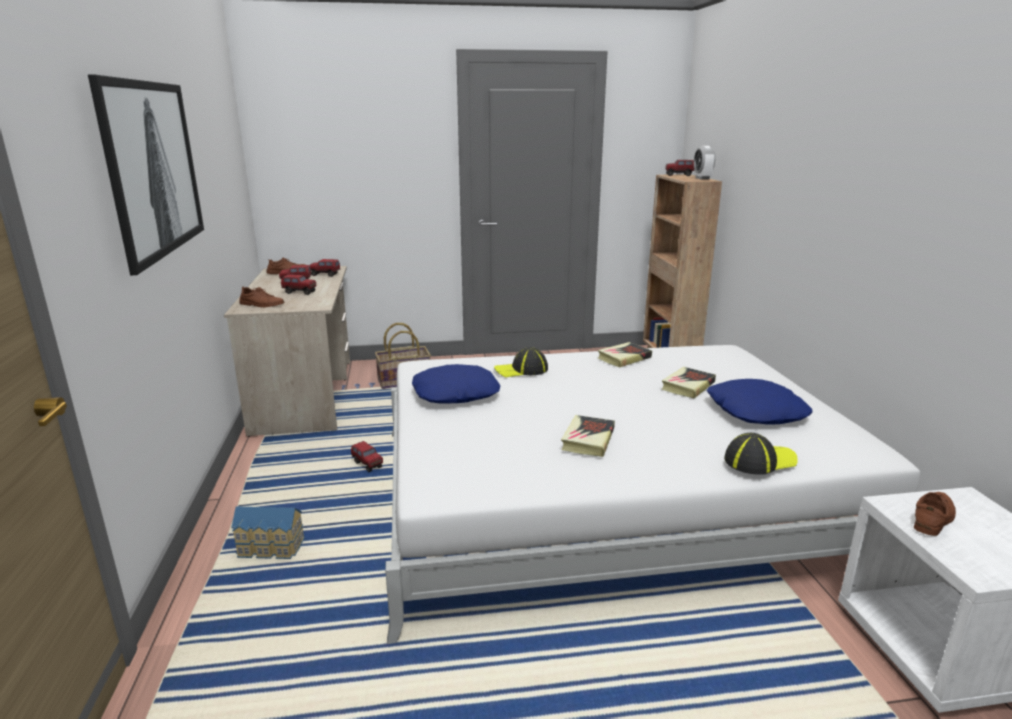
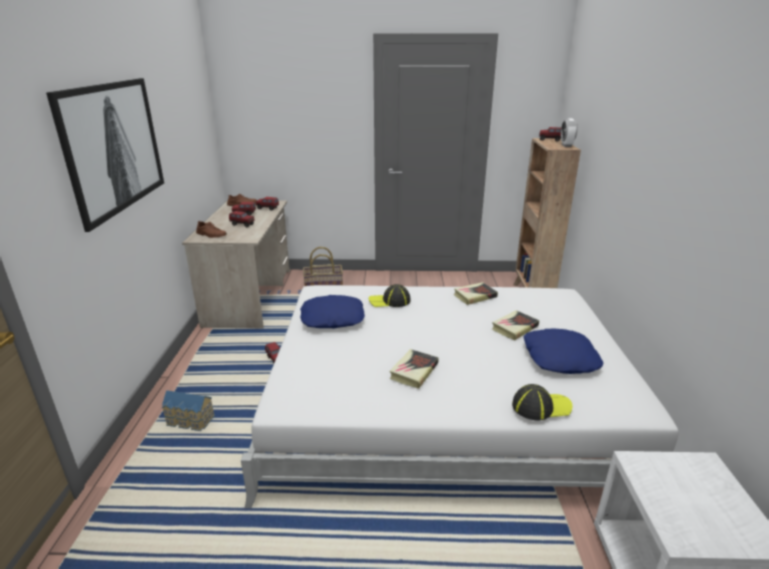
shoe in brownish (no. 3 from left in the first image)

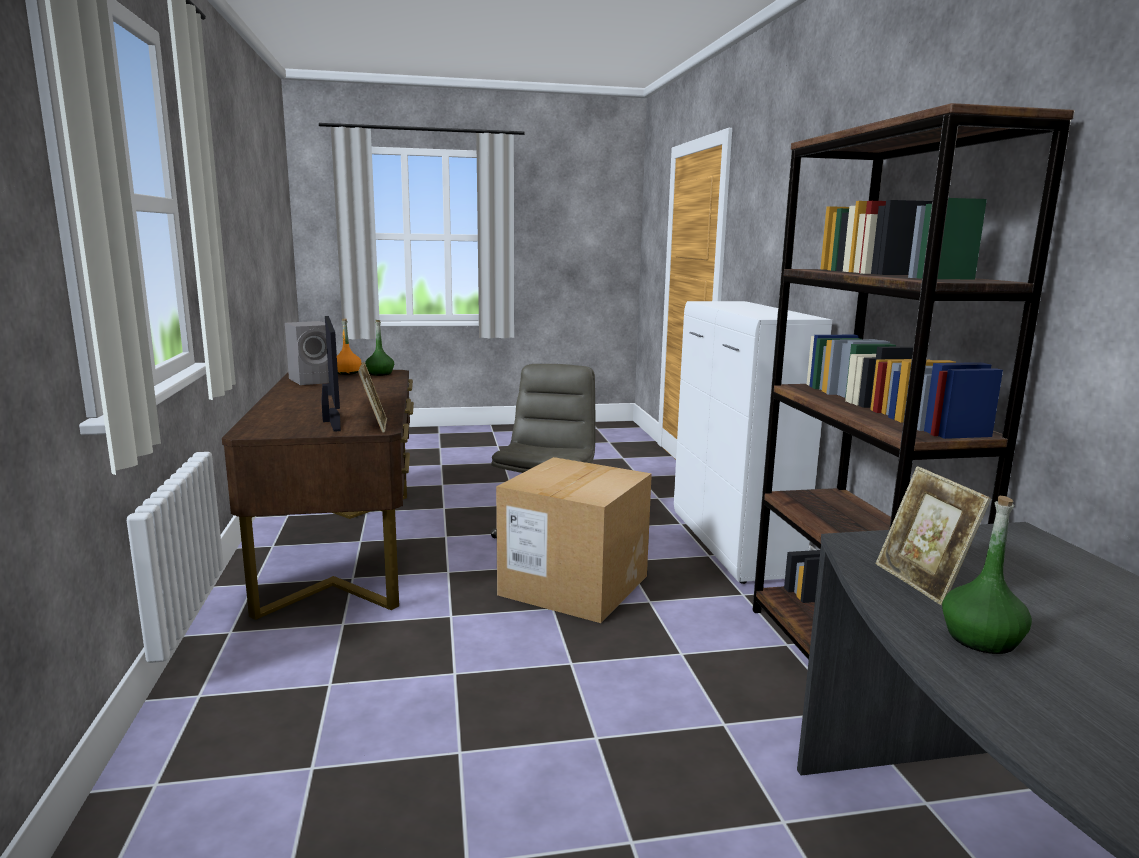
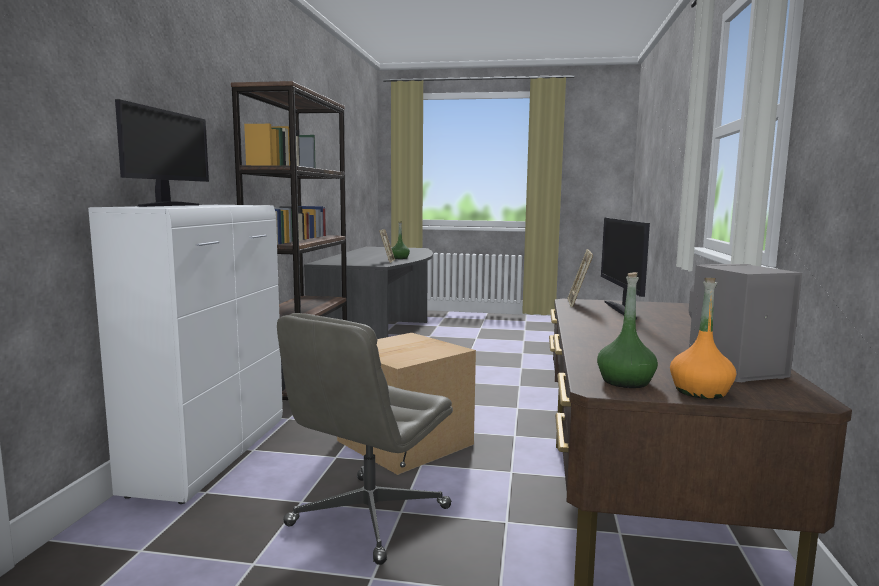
computer display (no. 1 from left)

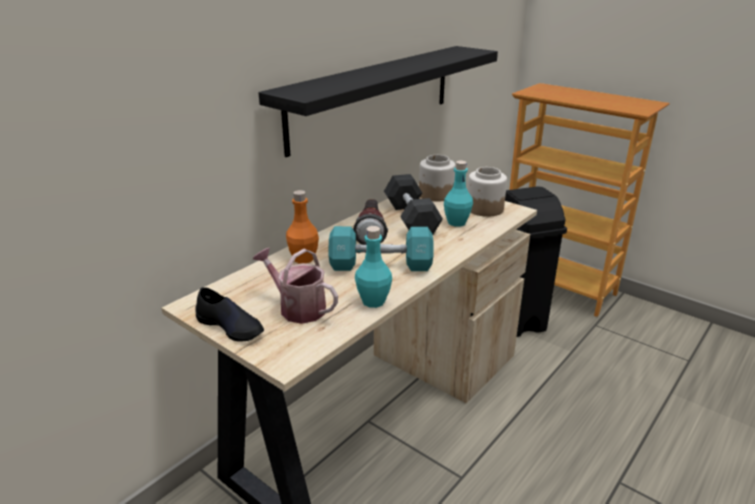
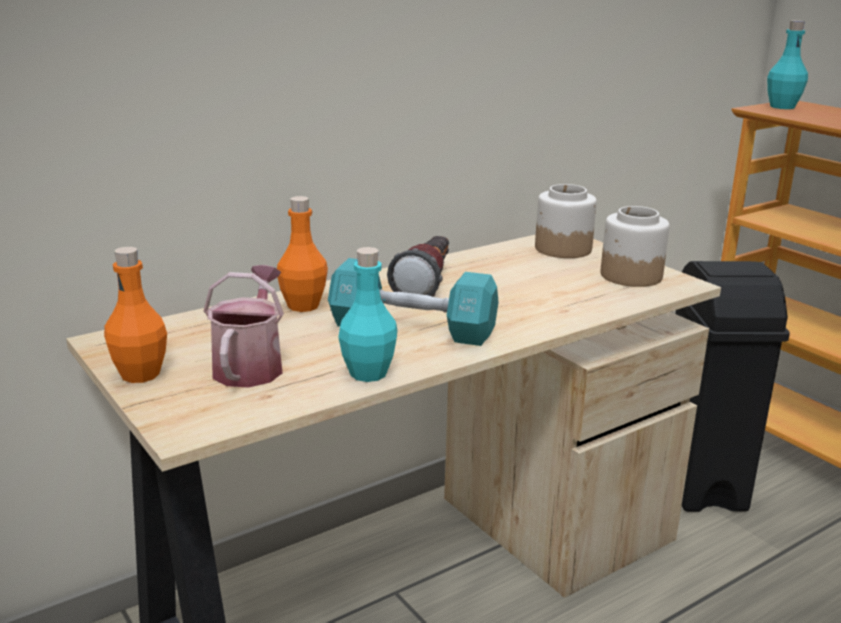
bottle in orangey (no. 1 from left)
sprinkling can
bottle in turquoise-coloured (no. 2 from left)
shelf in blackish
dumbbell in blackish

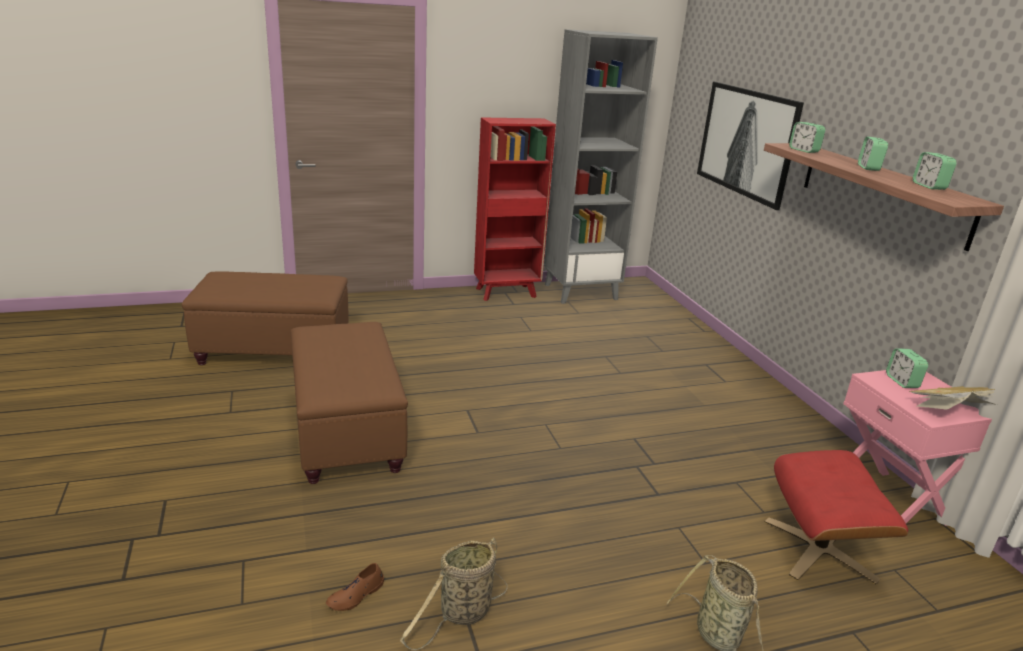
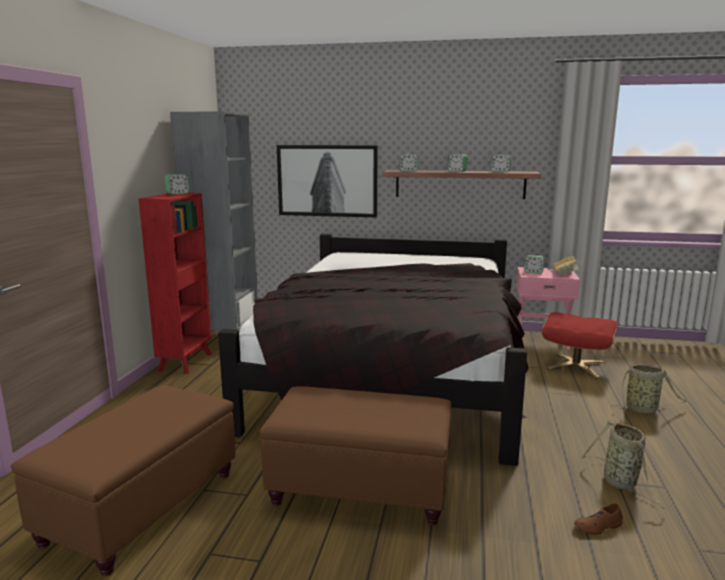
bedside clock (no. 1 from left)
bed in blackish
shoe in brownish

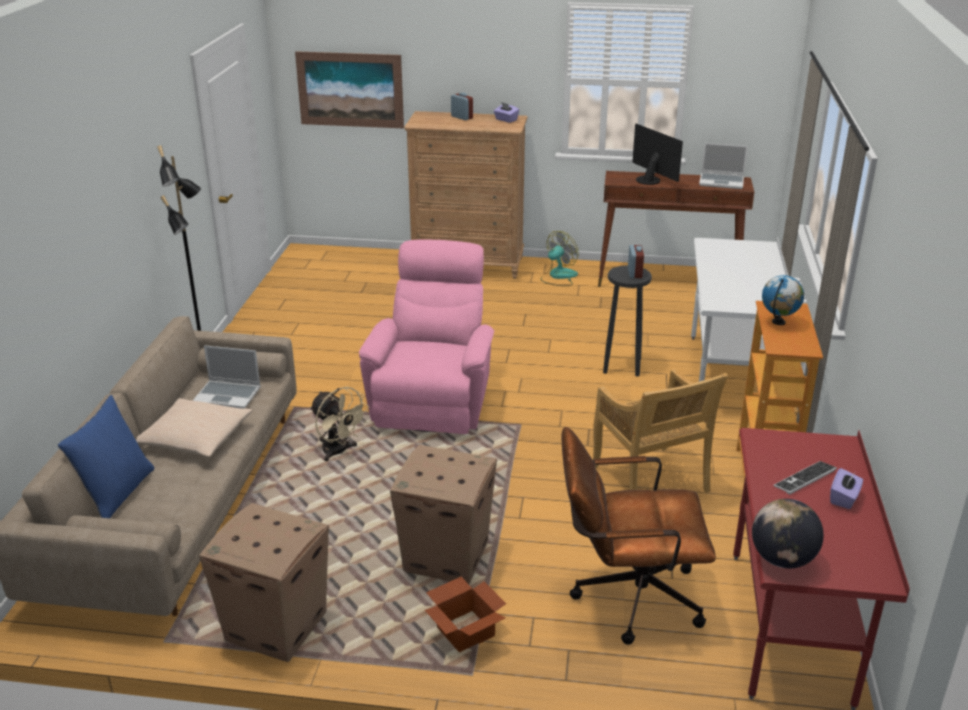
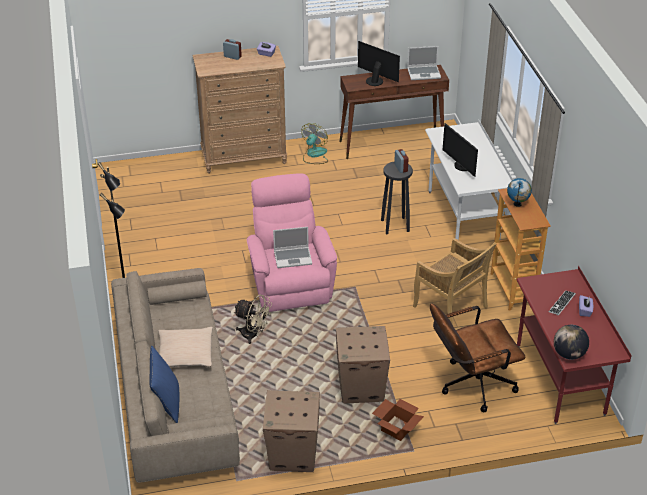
laptop (no. 1 from left)
computer display (no. 2 from left)
wall picture

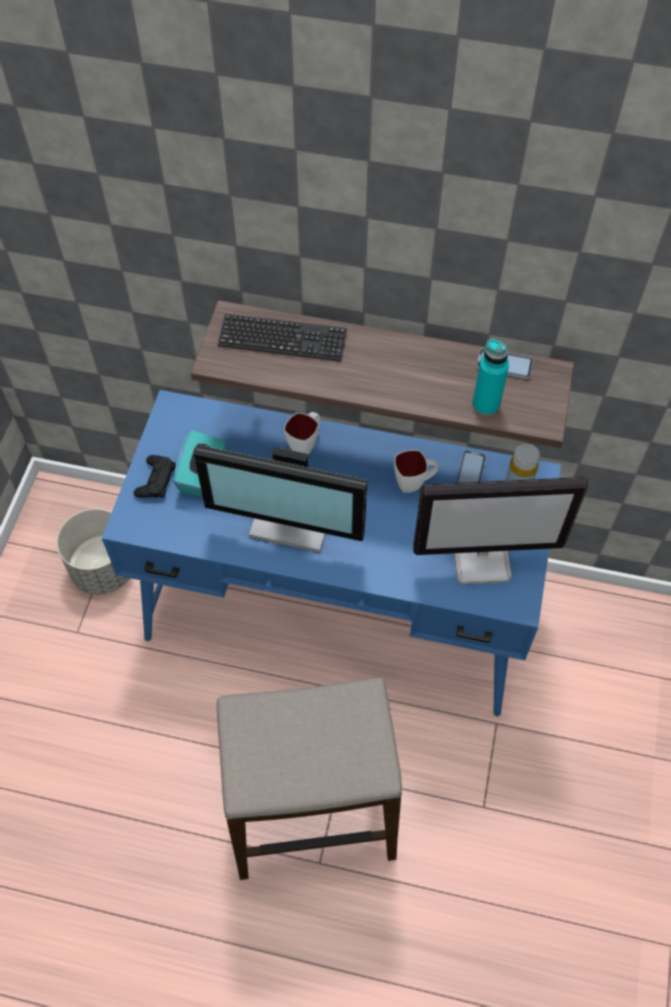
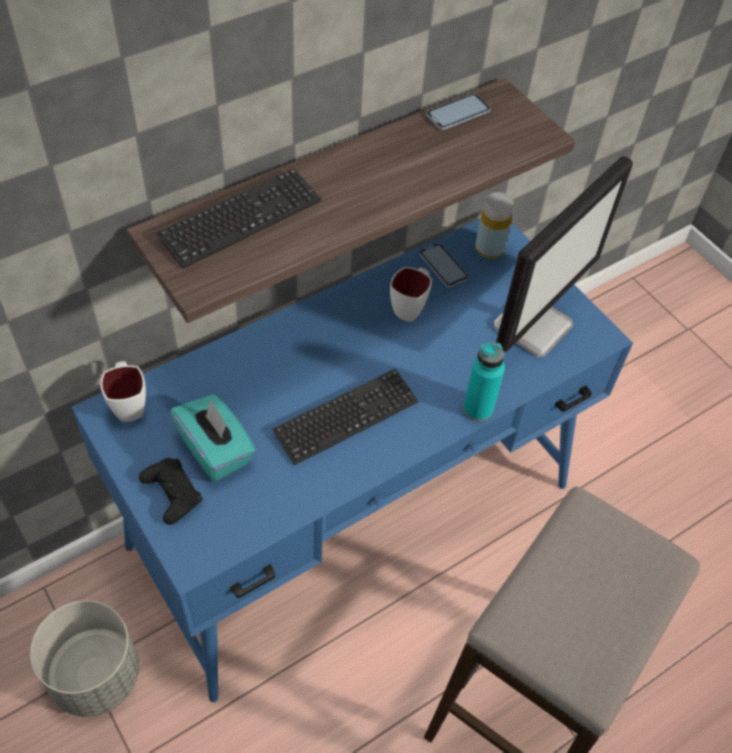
tea mug in white (no. 1 from left)
keyboard (no. 2 from left)
bottle in turquoise-coloured

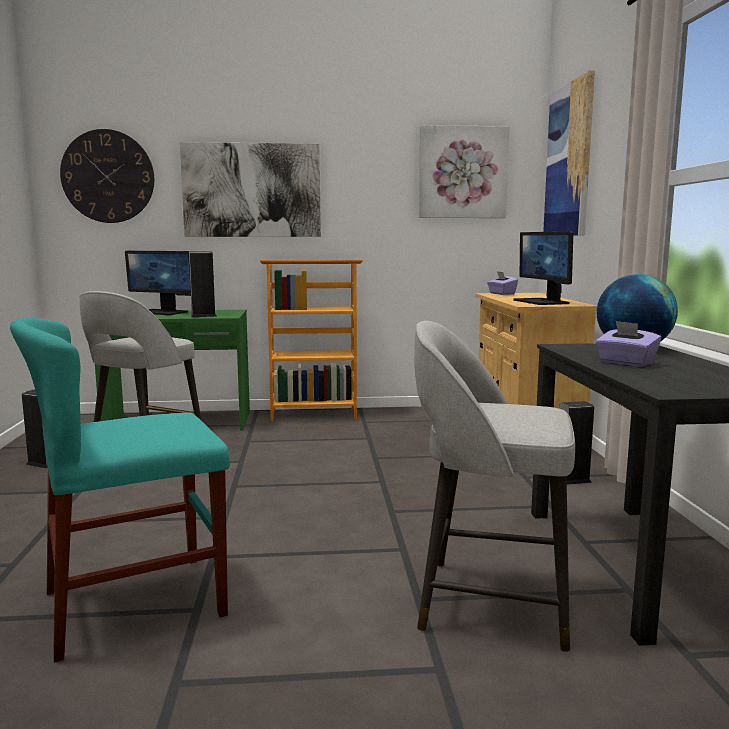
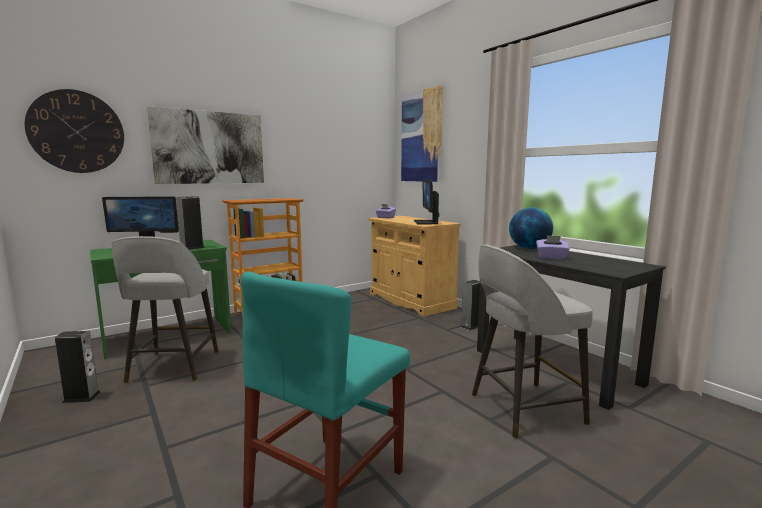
computer display (no. 2 from left)
wall picture (no. 2 from left in the first image)

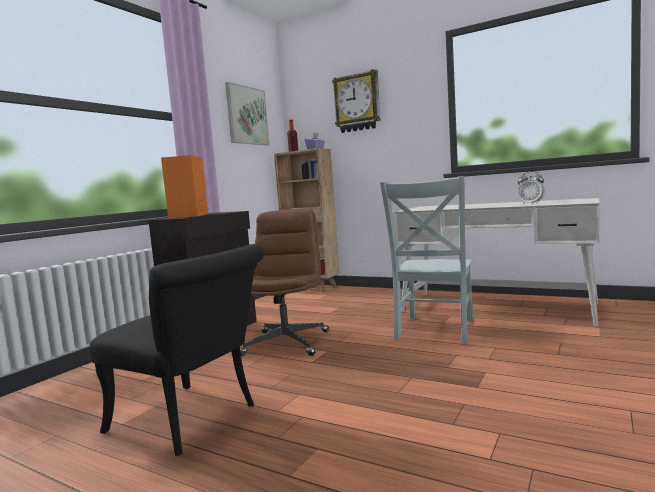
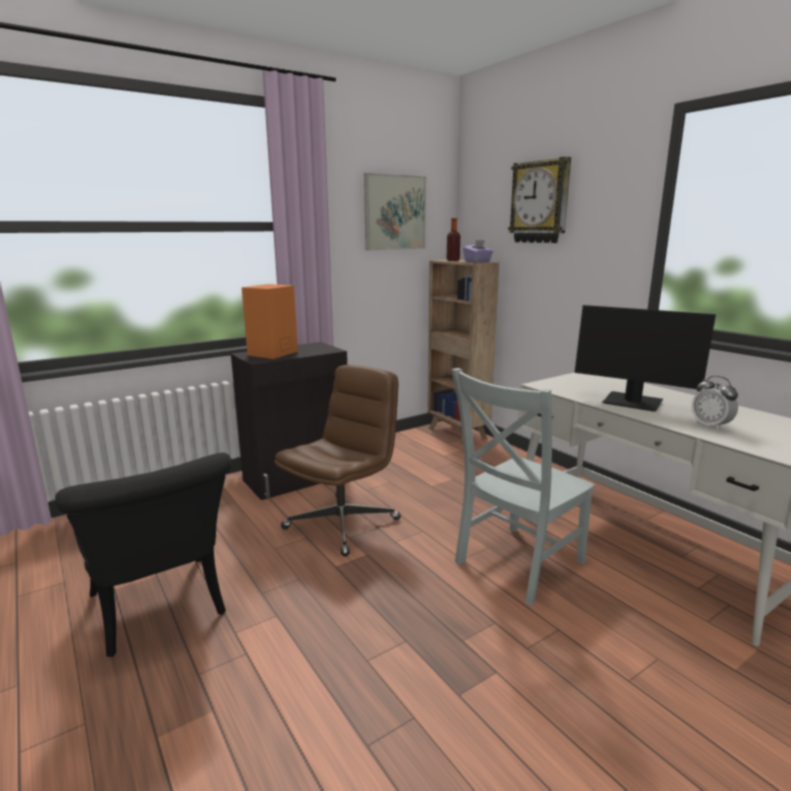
computer display

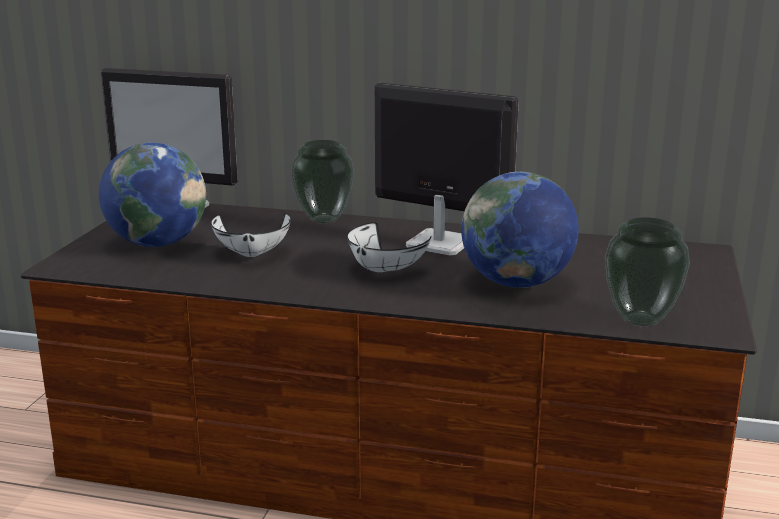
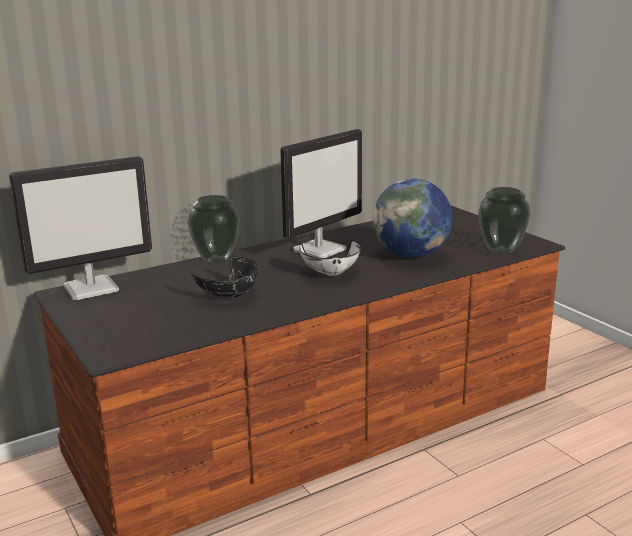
serving bowl in blackish
computer display (no. 2 from left)
globe (no. 1 from left in the first image)

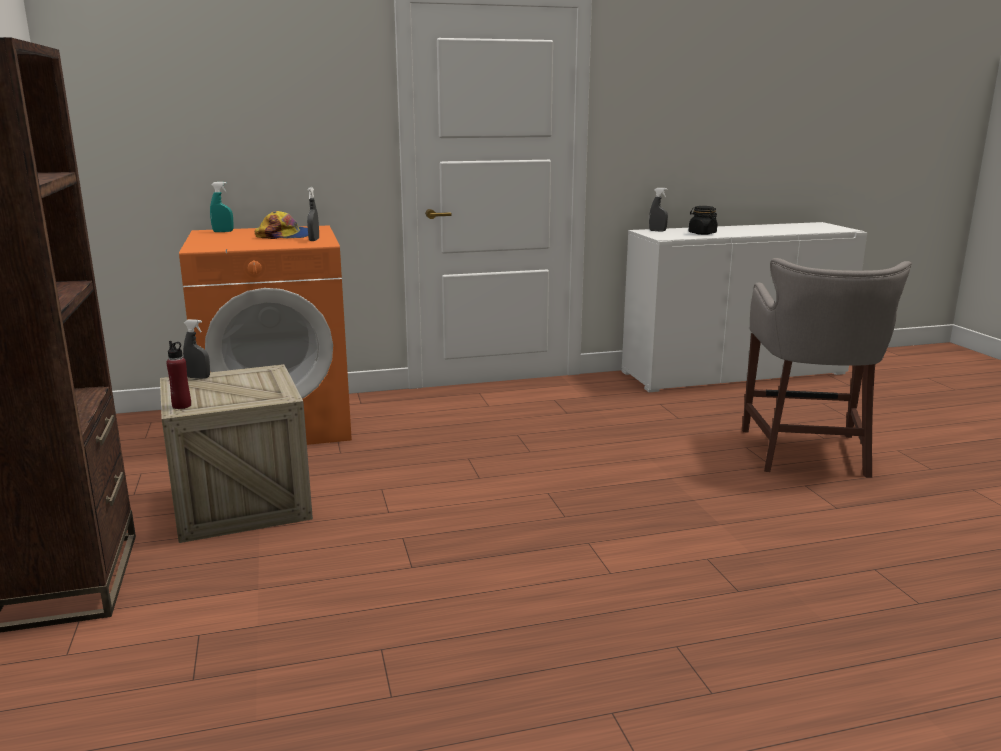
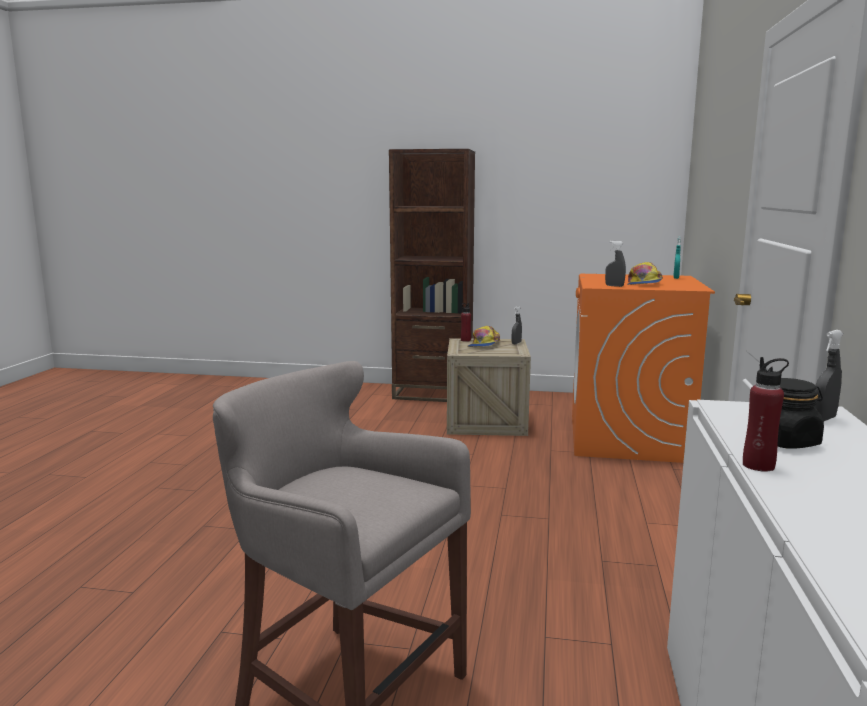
cap (no. 1 from left)
bottle in red (no. 2 from left)

